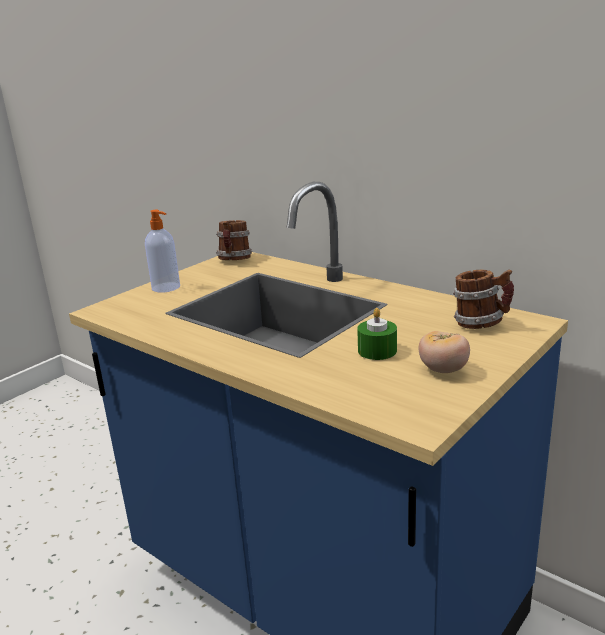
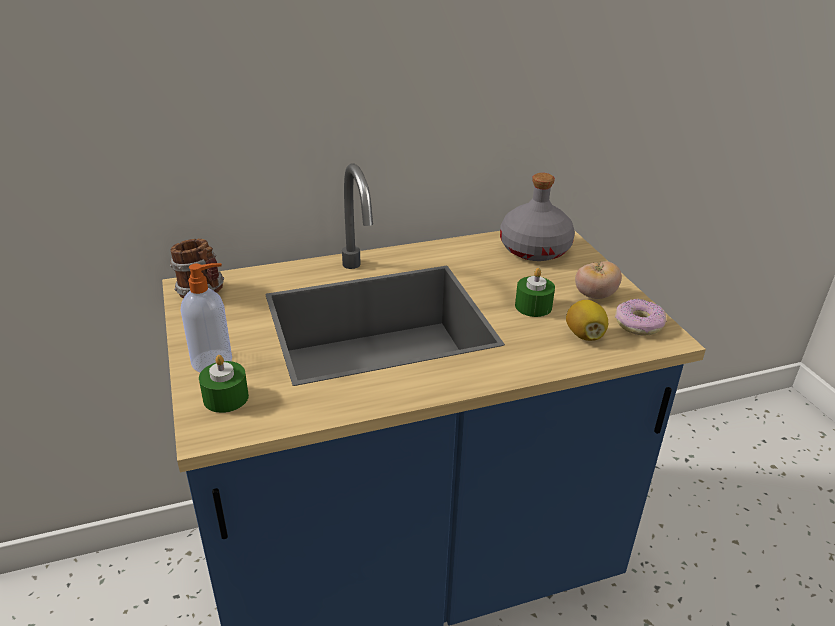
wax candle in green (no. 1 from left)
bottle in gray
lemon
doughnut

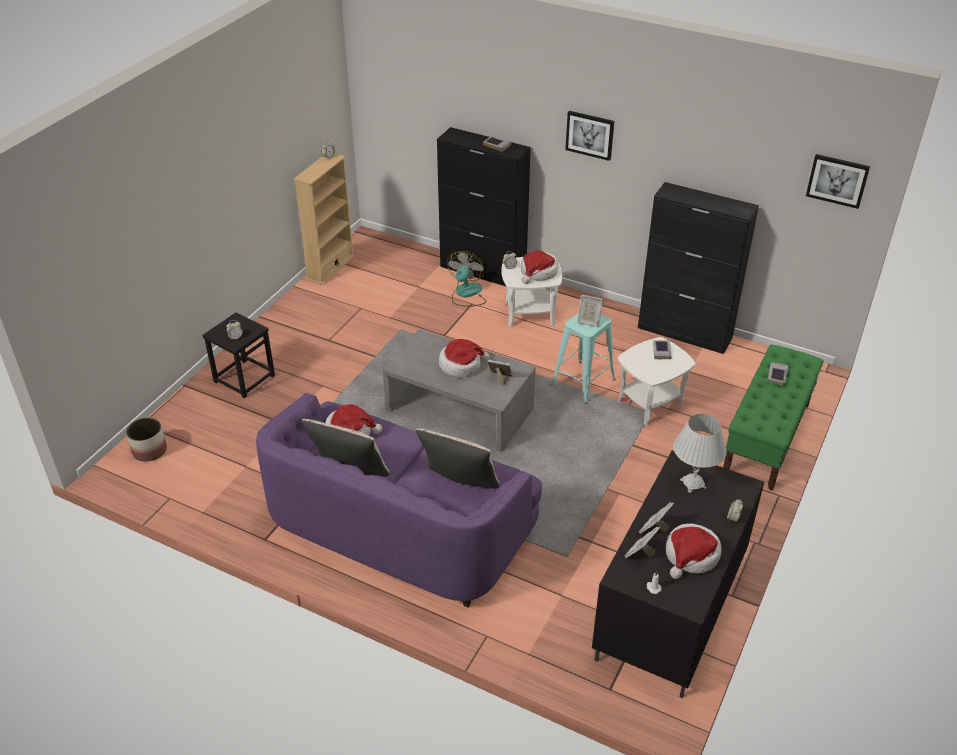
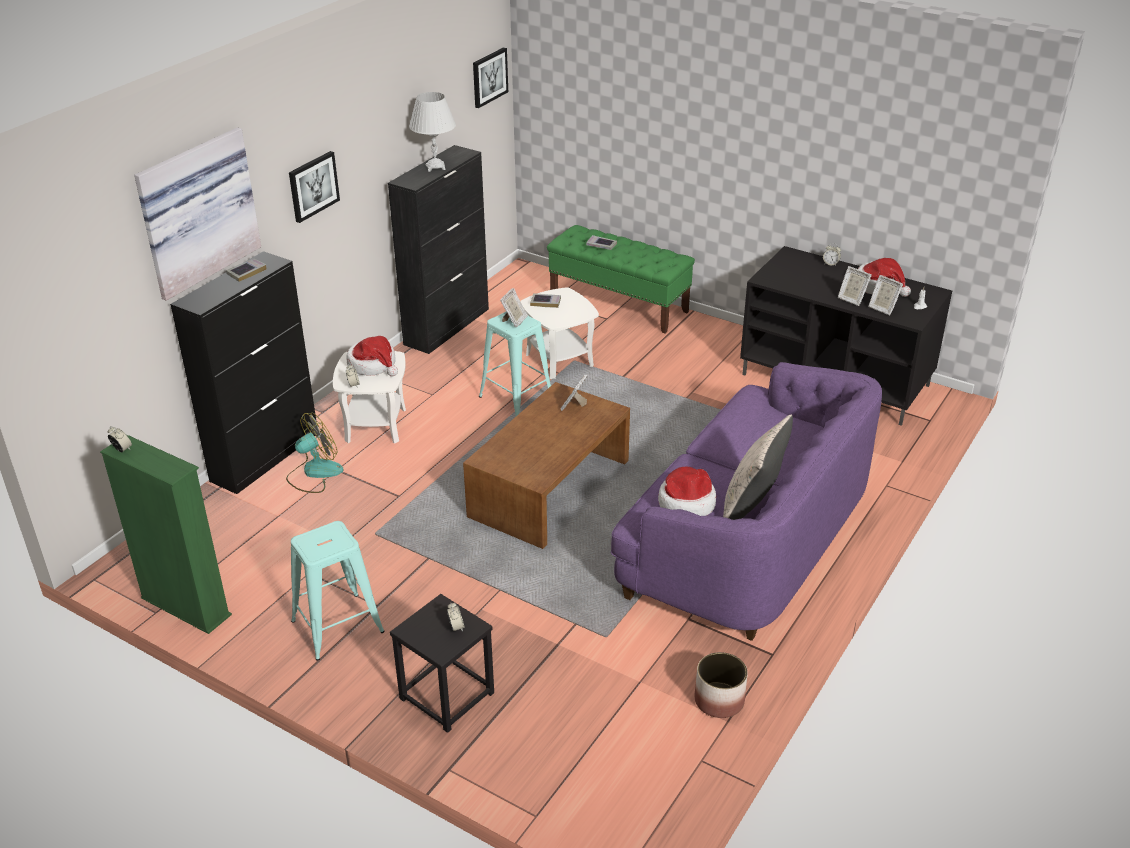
bookshelf in green
wall picture (no. 1 from left)
electric fan
stool in turquoise-coloured (no. 1 from left)
lamp for a table in white
coffee table in brownish
flower pot
throw pillow in beige-coloured (no. 2 from left in the first image)
clothing hat (no. 2 from left in the first image)

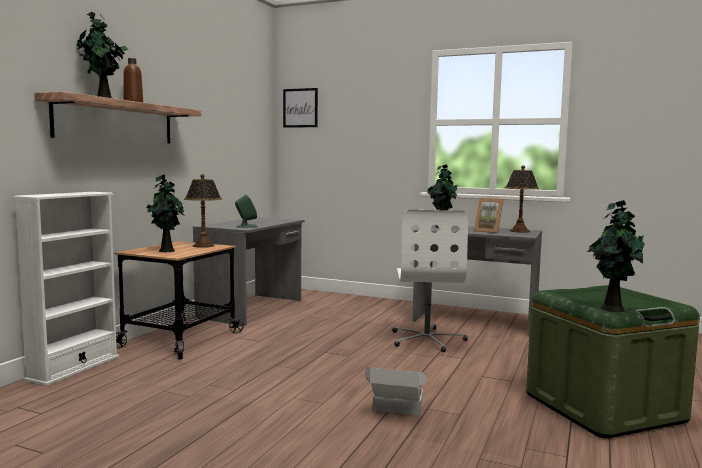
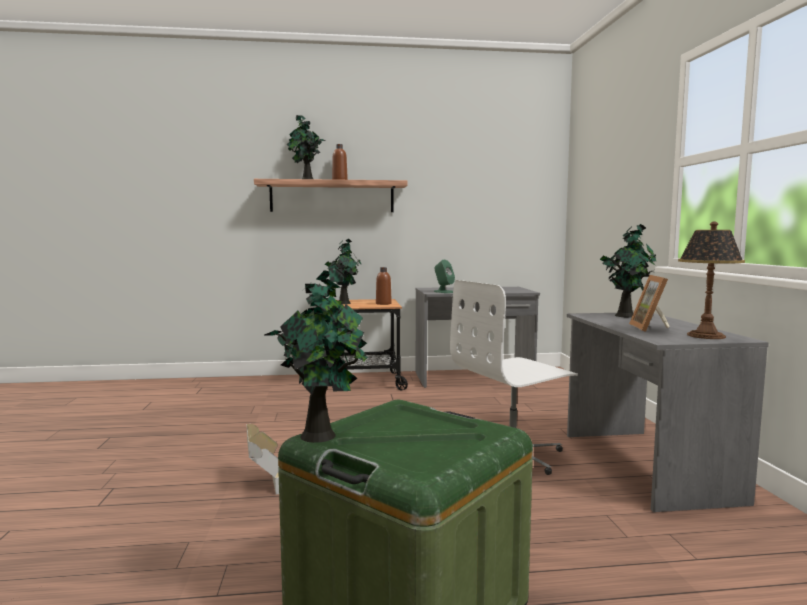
bottle in brownish (no. 2 from left)
bookshelf in white
wall picture

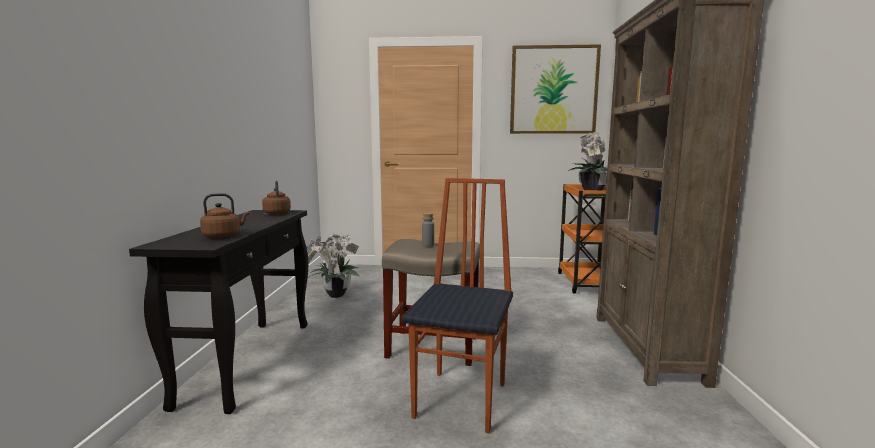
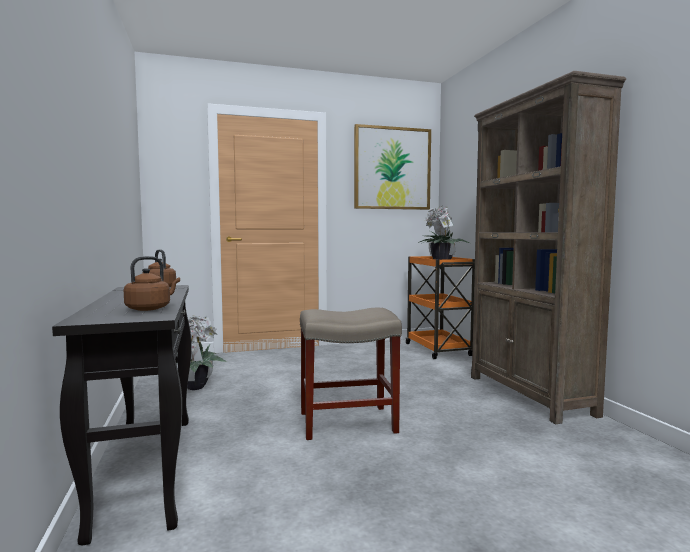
chair
bottle in gray

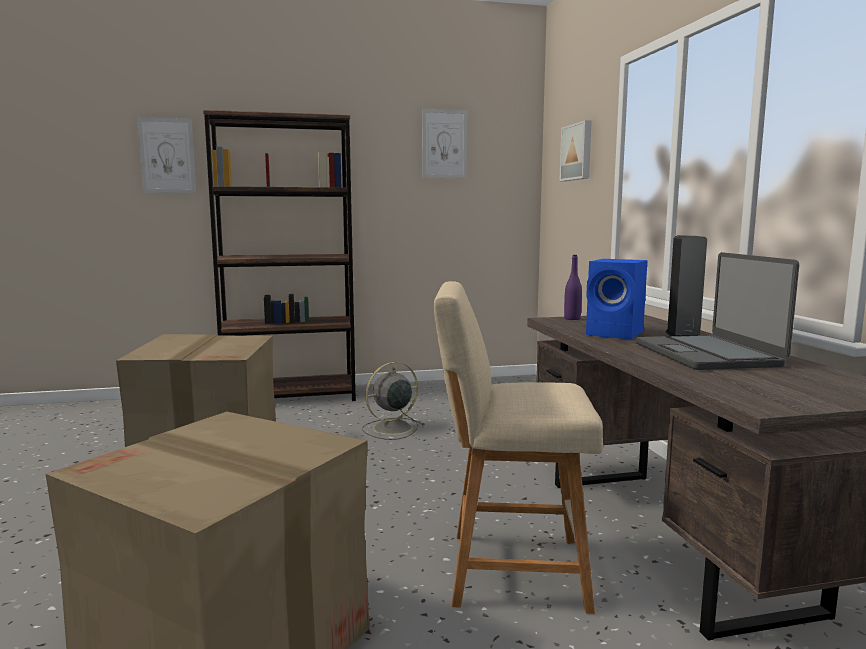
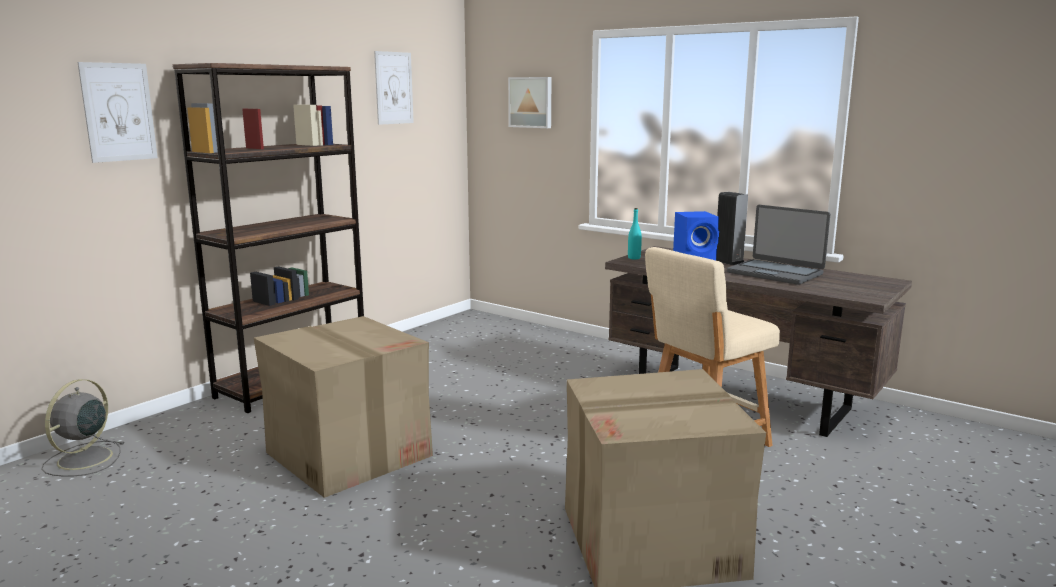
electric fan in gray
bottle in turquoise-coloured

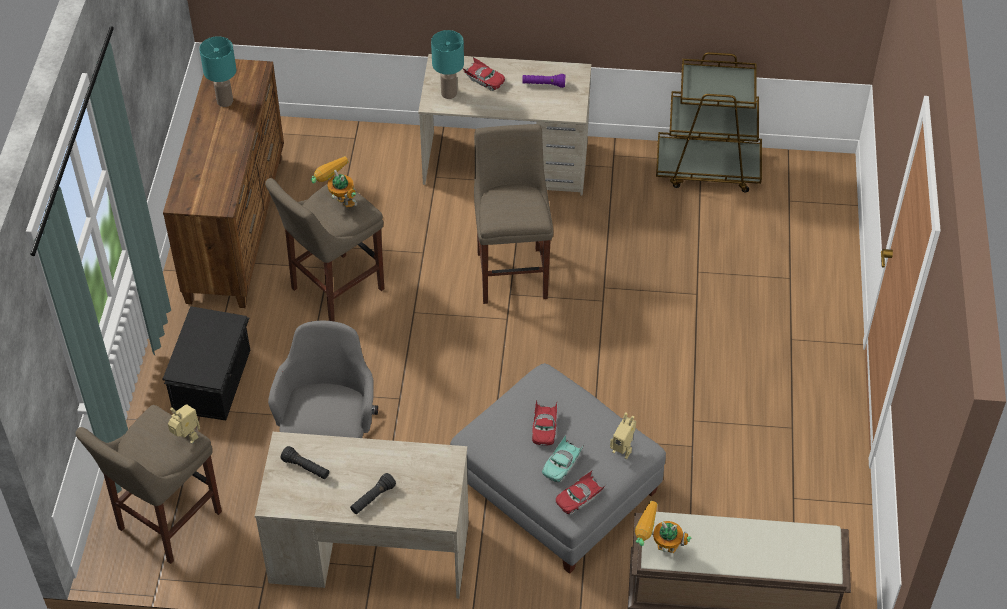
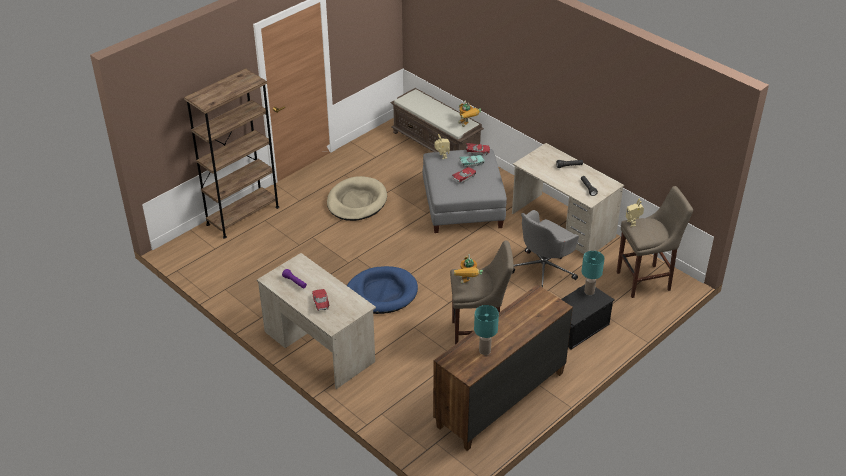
bookshelf in brownish
dog cushion in beige-coloured
dog cushion in blue
lamp for a table in turquoise-coloured (no. 2 from left)
trolley in brownish

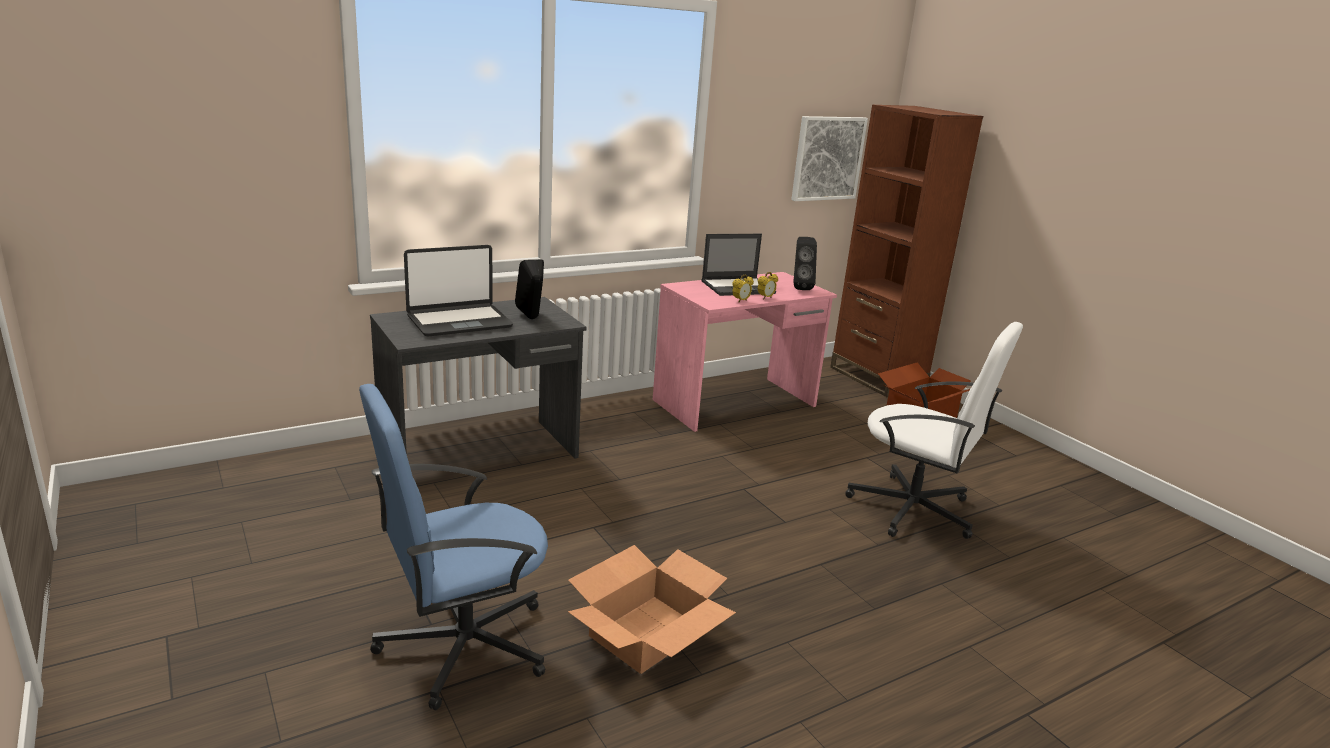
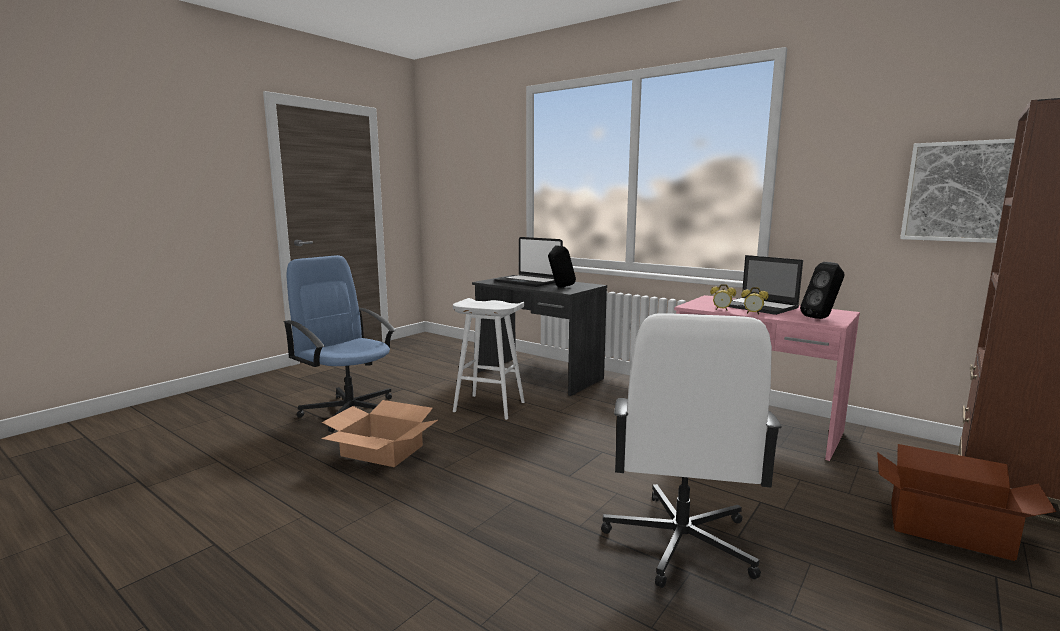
stool in white

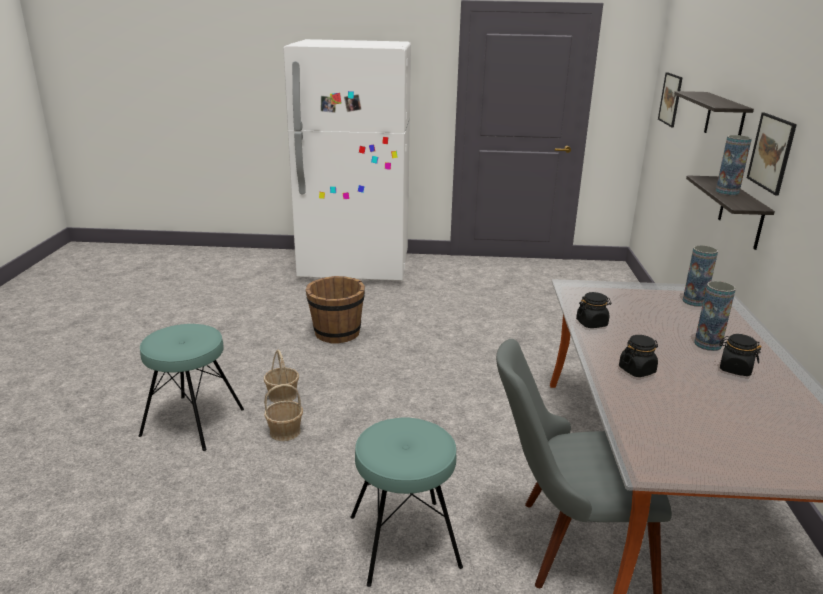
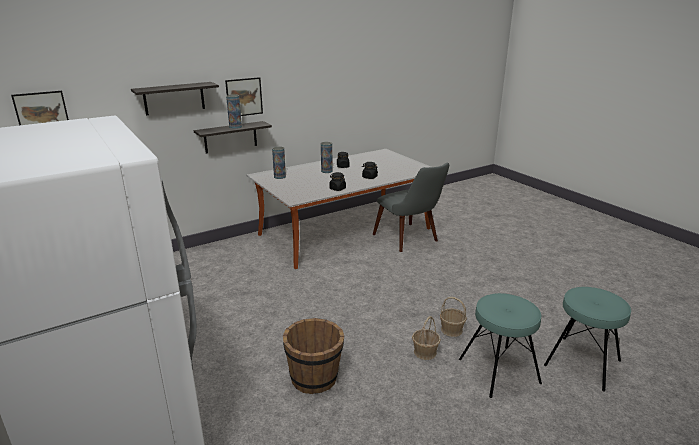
stool in turquoise-coloured (no. 2 from left)

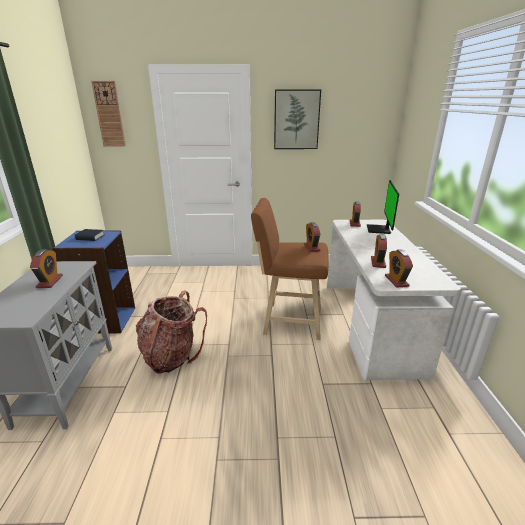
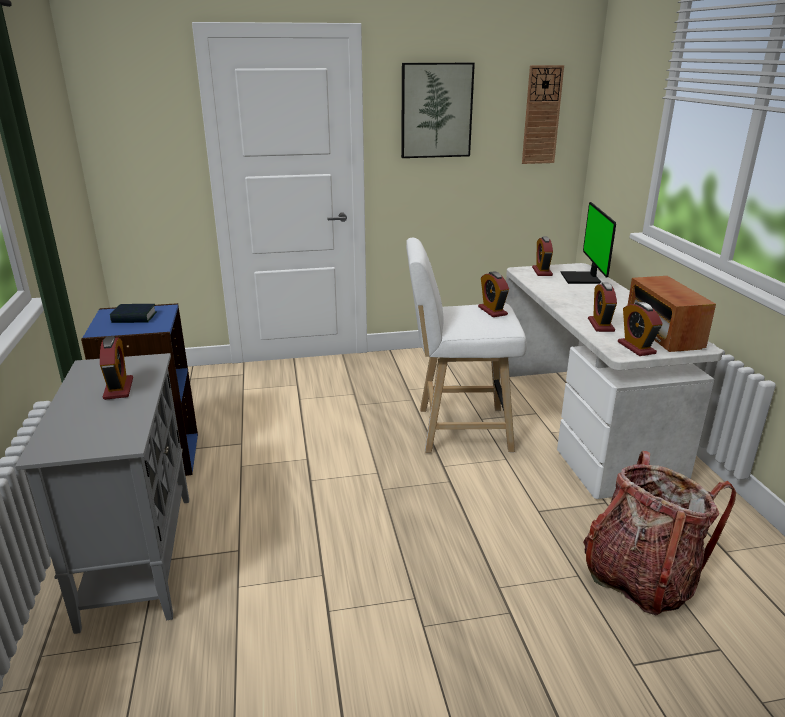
stool in white
wall clock
knapsack
radio

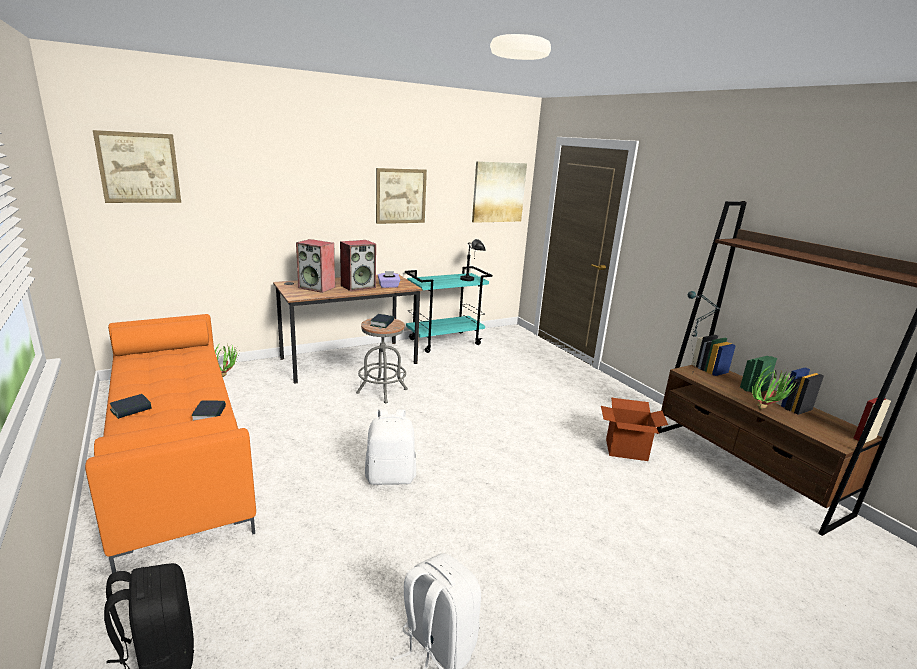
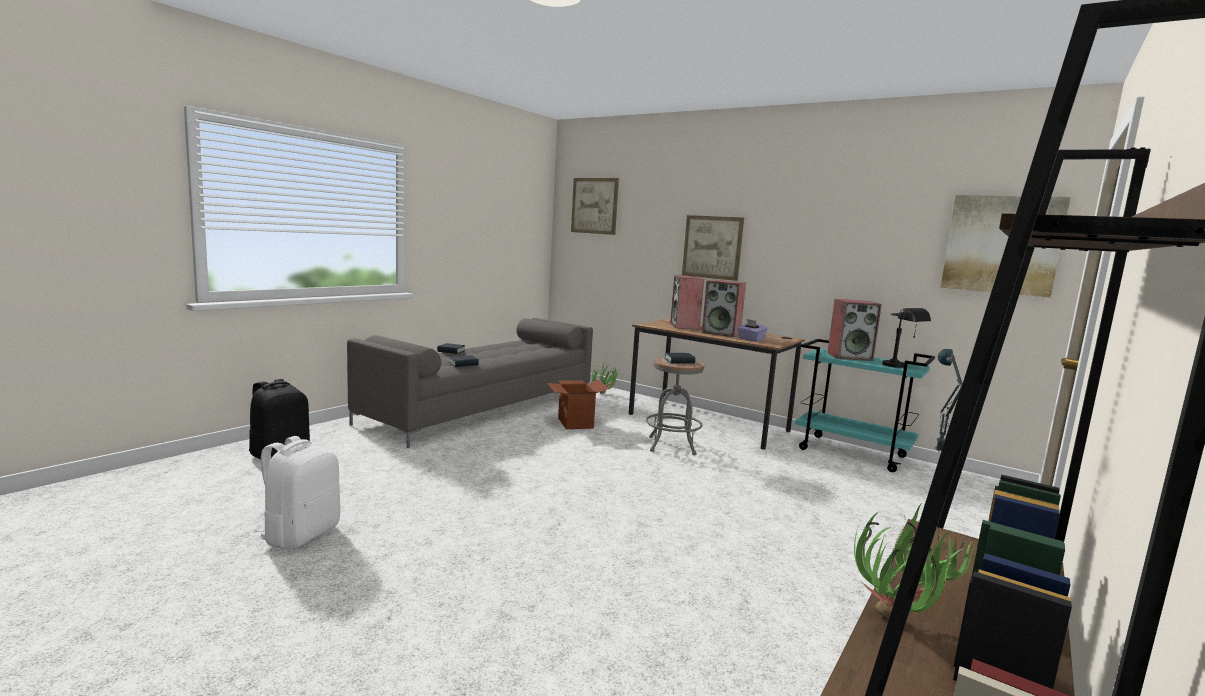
couch in gray
cardboard box
wall picture (no. 2 from left)
loudspeaker (no. 3 from left)
knapsack in white (no. 1 from left in the first image)

